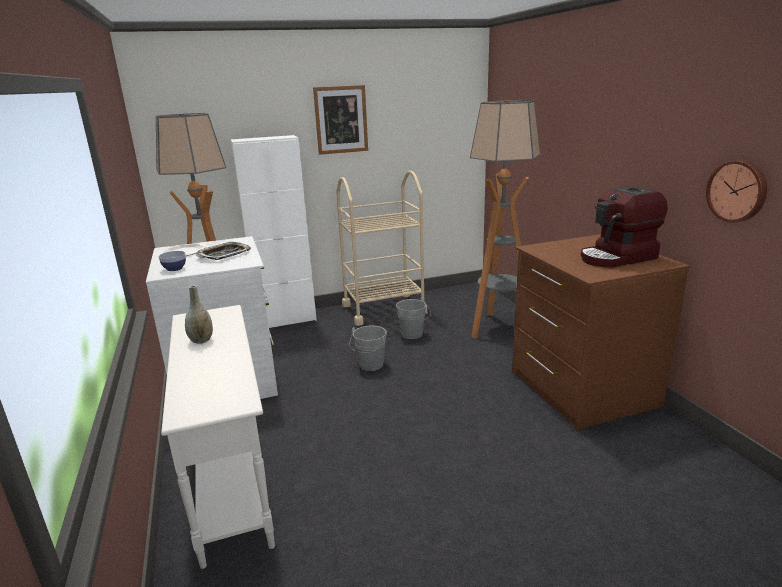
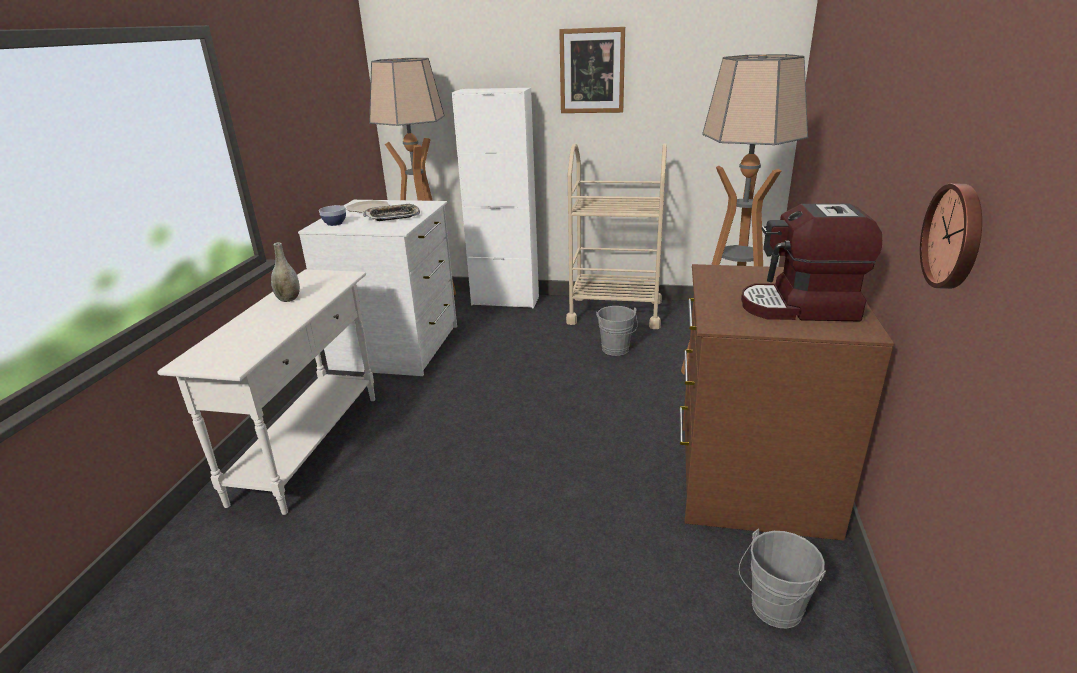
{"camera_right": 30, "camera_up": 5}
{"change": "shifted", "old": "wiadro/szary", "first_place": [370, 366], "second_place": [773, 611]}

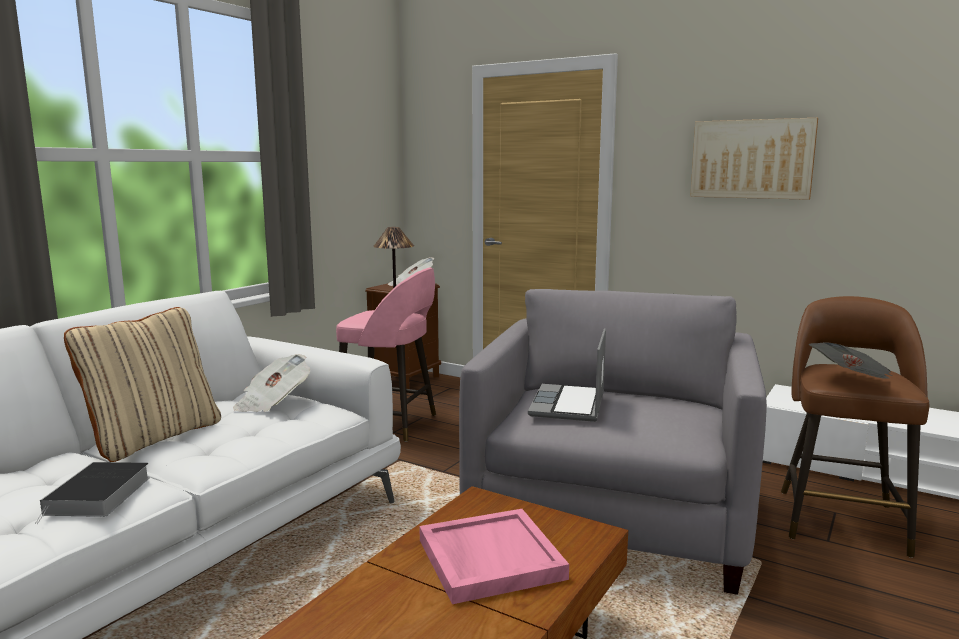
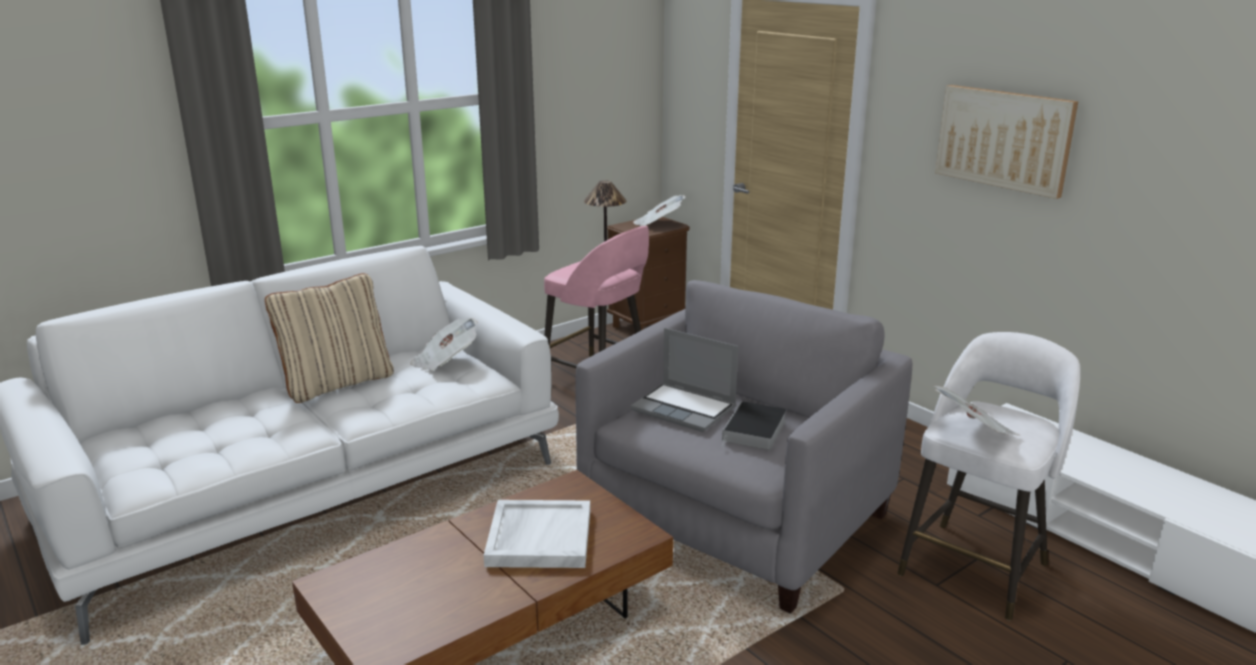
{"camera_right": 20, "camera_up": 10}
{"change": "repainted", "old": "stołek/brązowy", "new": "stołek/biały", "first_place": [841, 519], "second_place": [975, 567]}
{"change": "rotated", "old": "laptop", "first_place": [569, 405], "second_place": [685, 409], "degrees": -90}
{"change": "shifted", "old": "książka", "first_place": [98, 496], "second_place": [754, 431]}
{"change": "repainted", "old": "taca/różowy", "new": "taca/biały", "first_place": [489, 558], "second_place": [538, 537]}

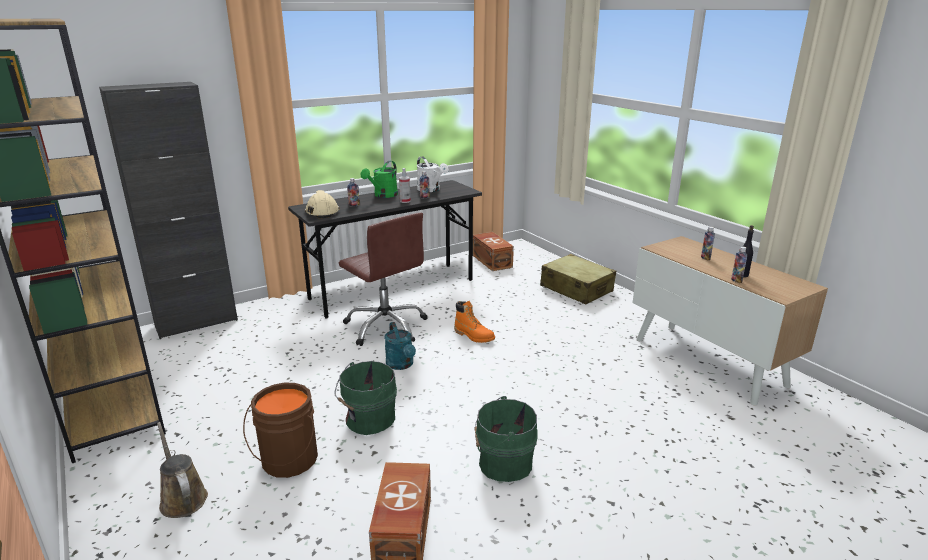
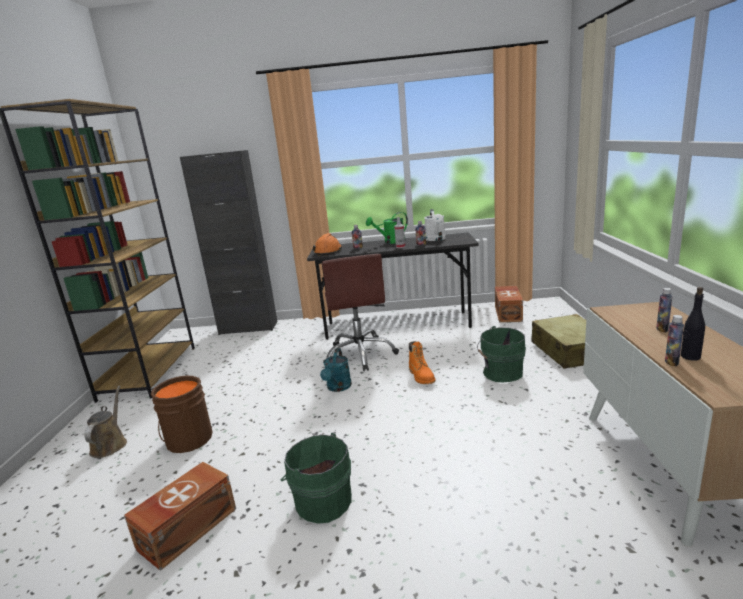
{"camera_right": 35, "camera_up": -5}
{"change": "repainted", "old": "kask/beżowy", "new": "kask/pomarańczowy", "first_place": [322, 212], "second_place": [328, 251]}
{"change": "shifted", "old": "wiadro/zielony", "first_place": [368, 420], "second_place": [500, 373]}

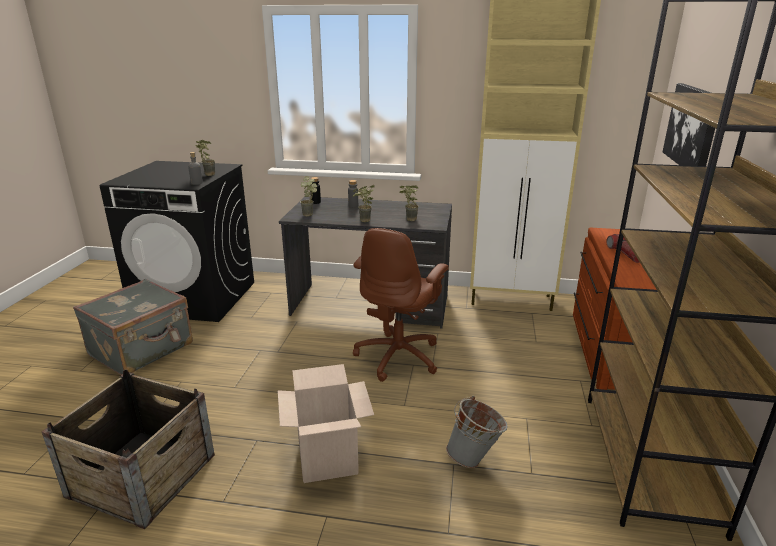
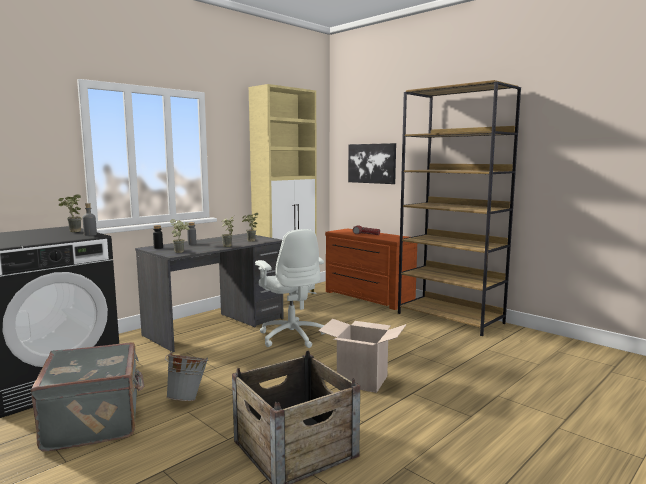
{"camera_right": -55, "camera_up": -15}
{"change": "repainted", "old": "krzesło biurowe/brązowy", "new": "krzesło biurowe/biały", "first_place": [399, 356], "second_place": [291, 336]}
{"change": "shifted", "old": "wiadro/szary", "first_place": [475, 458], "second_place": [188, 398]}

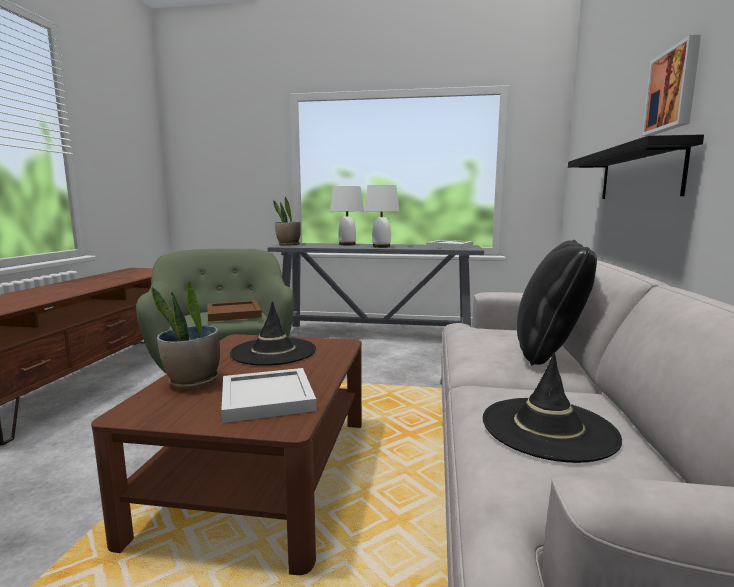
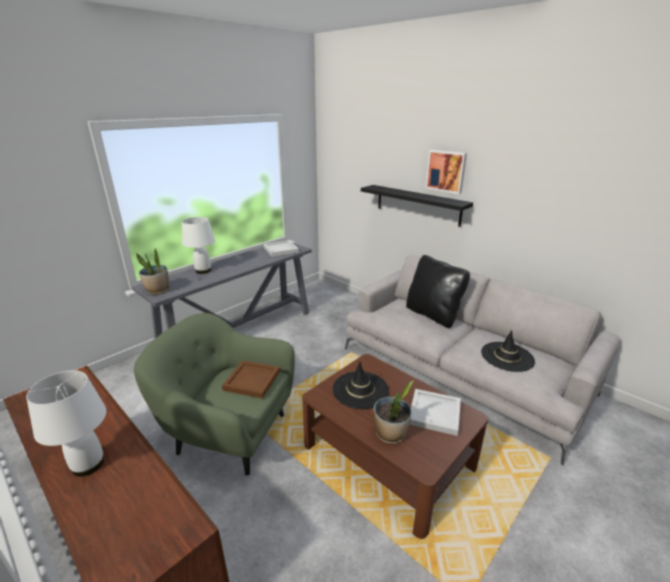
{"camera_right": -55, "camera_up": 15}
{"change": "shifted", "old": "lampa stołowa/biały", "first_place": [381, 246], "second_place": [88, 464]}

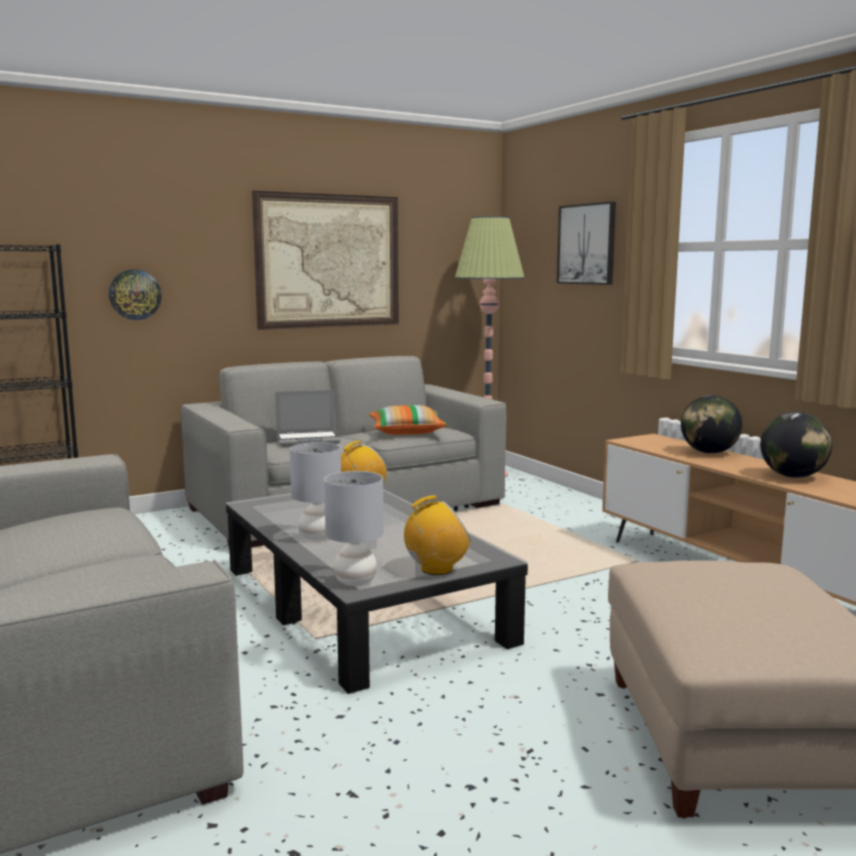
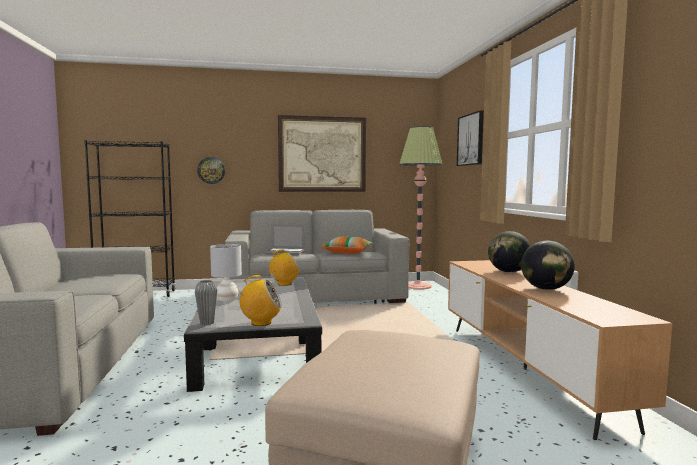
{"camera_right": 20, "camera_up": -5}
{"change": "swapped", "old": "lampa stołowa/szary", "new": "wazon/szary", "first_place": [355, 581], "second_place": [207, 323]}

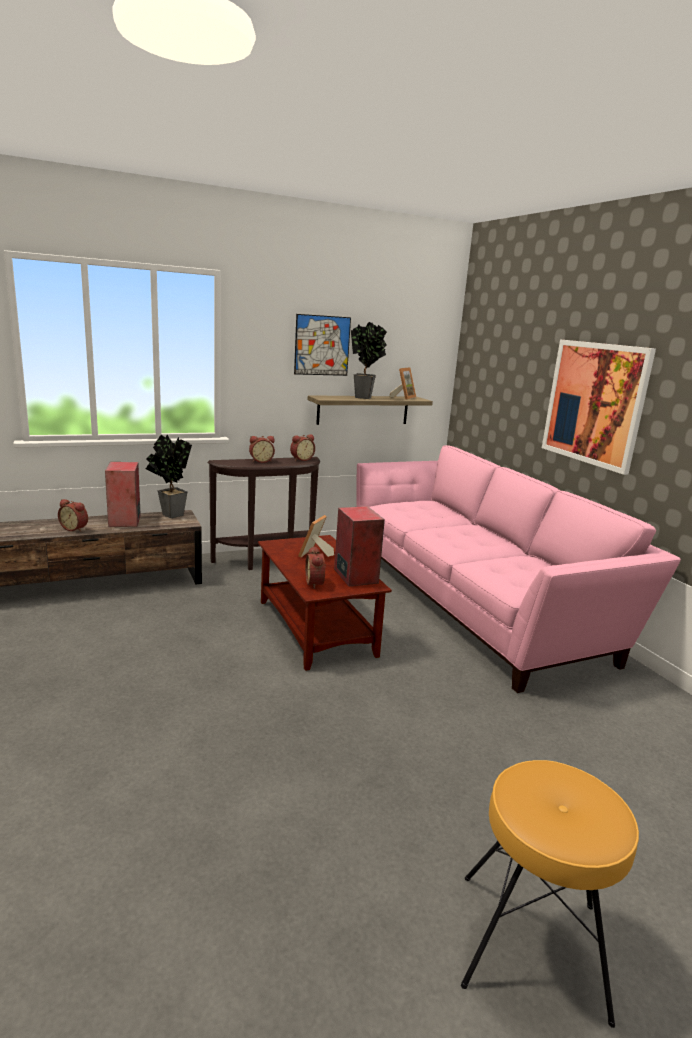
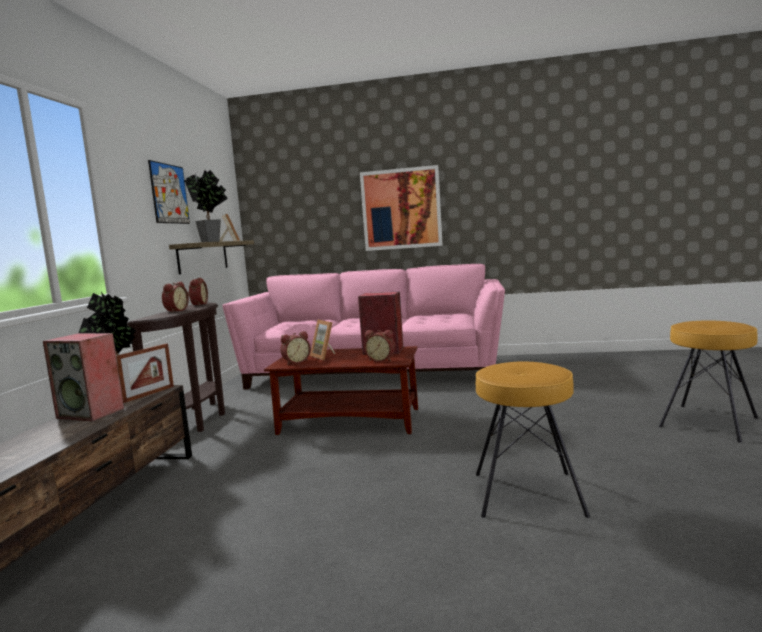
{"camera_right": -55, "camera_up": -10}
{"change": "shifted", "old": "budzik", "first_place": [75, 528], "second_place": [296, 362]}
{"change": "new", "new": "ramka na zdjęcie", "second_place": [149, 394]}
{"change": "new", "new": "stołek/brązowy", "second_place": [527, 493]}

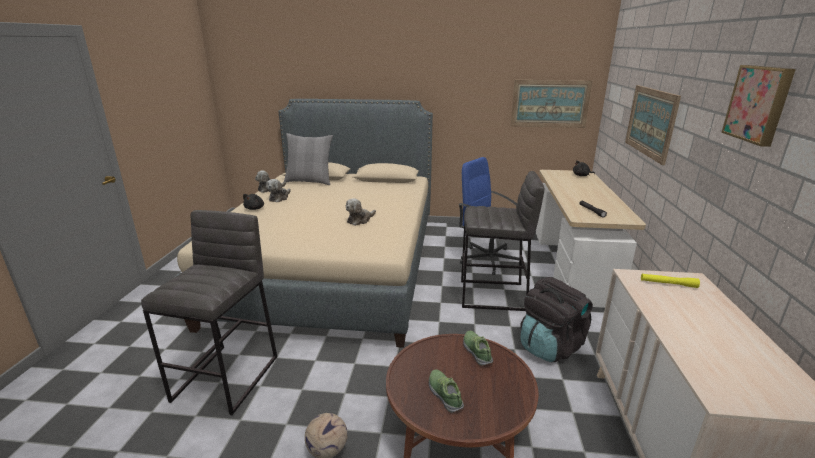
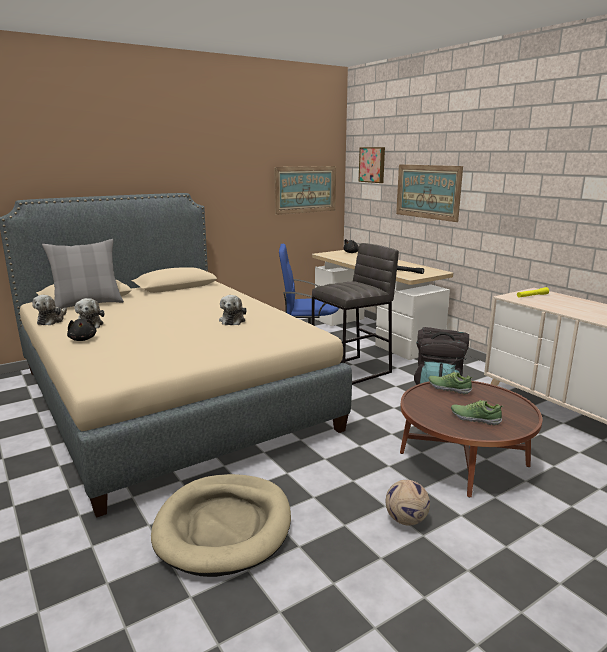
{"camera_right": -40, "camera_up": -5}
{"change": "shifted", "old": "obraz", "first_place": [759, 104], "second_place": [372, 164]}
{"change": "swapped", "old": "stołek/szary", "new": "legowisko/beżowy", "first_place": [228, 377], "second_place": [224, 527]}

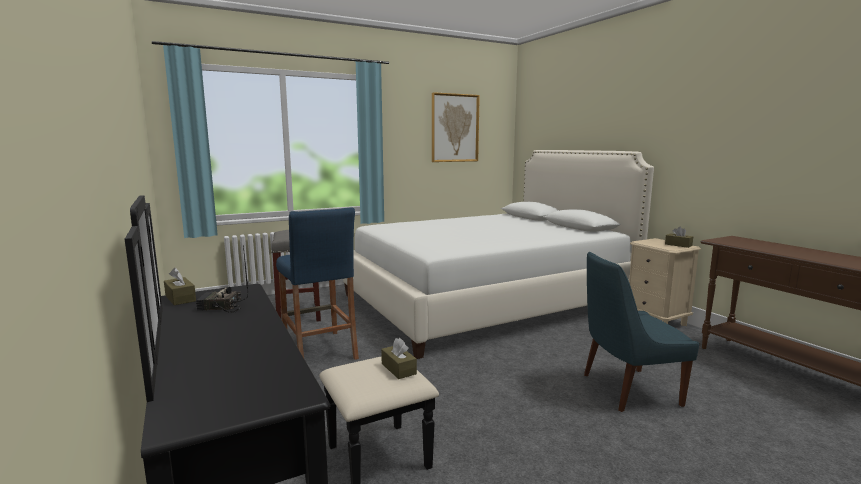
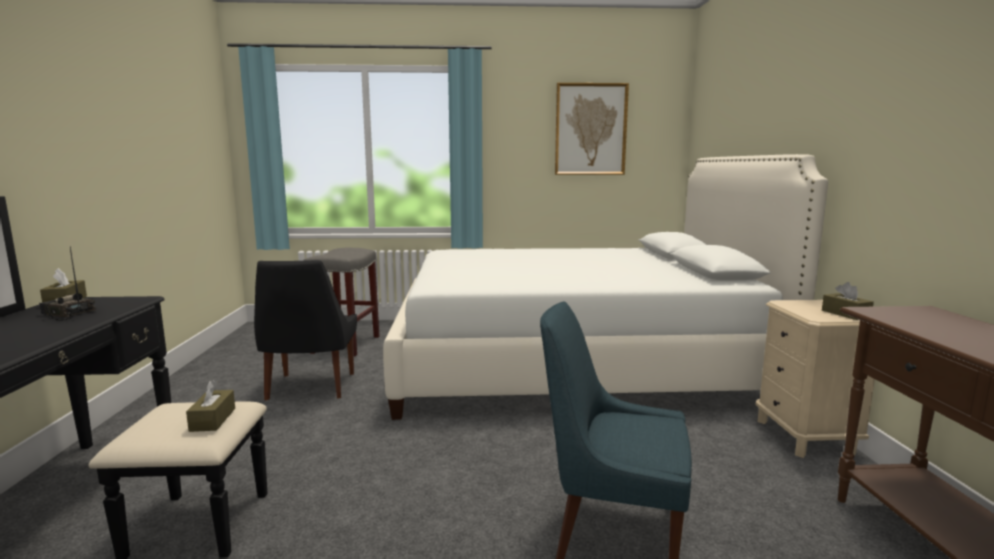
{"camera_right": 25, "camera_up": 0}
{"change": "swapped", "old": "stołek/niebieski", "new": "krzesło/czarny", "first_place": [319, 350], "second_place": [310, 388]}

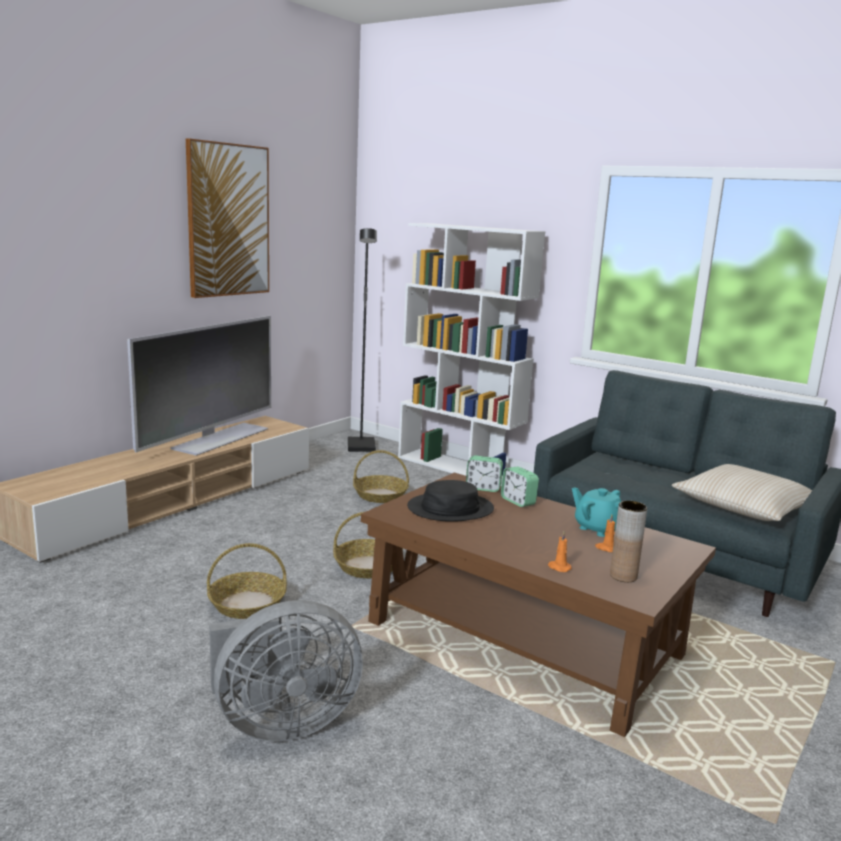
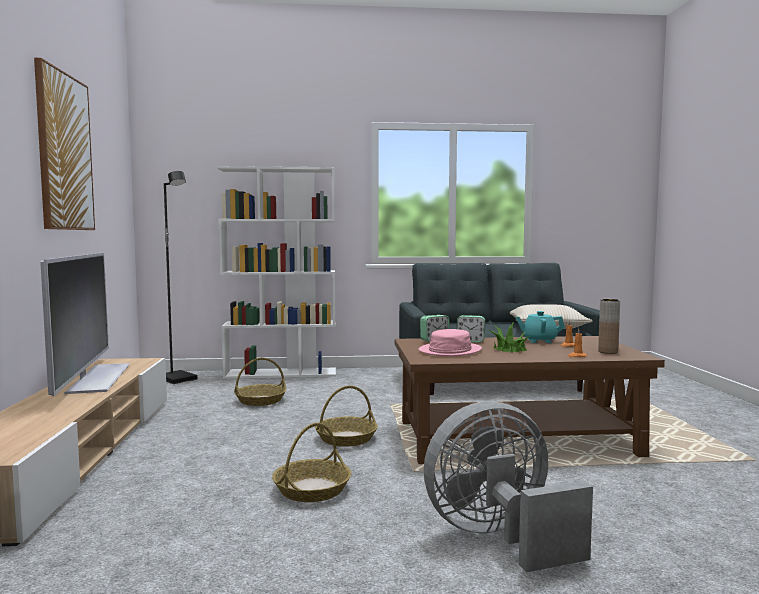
{"camera_right": -40, "camera_up": -10}
{"change": "repainted", "old": "kapelusz/czarny", "new": "kapelusz/różowy", "first_place": [450, 509], "second_place": [450, 351]}
{"change": "rotated", "old": "wentylator/szary", "first_place": [280, 723], "second_place": [498, 537], "degrees": -135}
{"change": "new", "new": "roślina doniczkowa", "second_place": [509, 349]}

